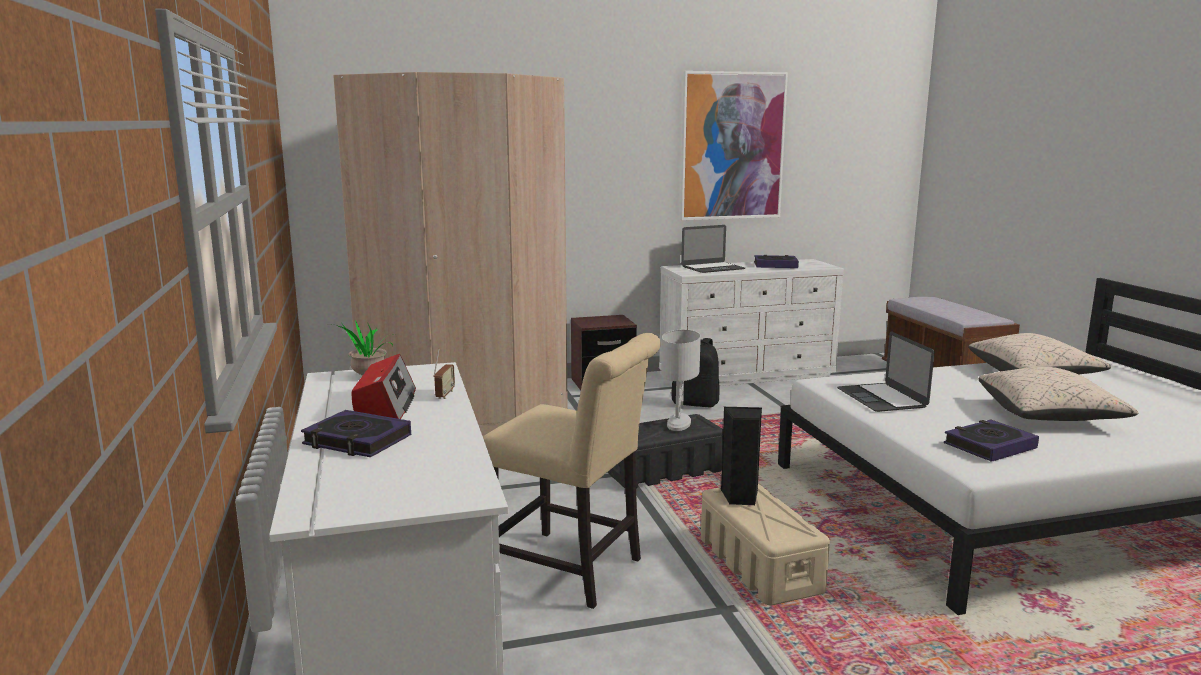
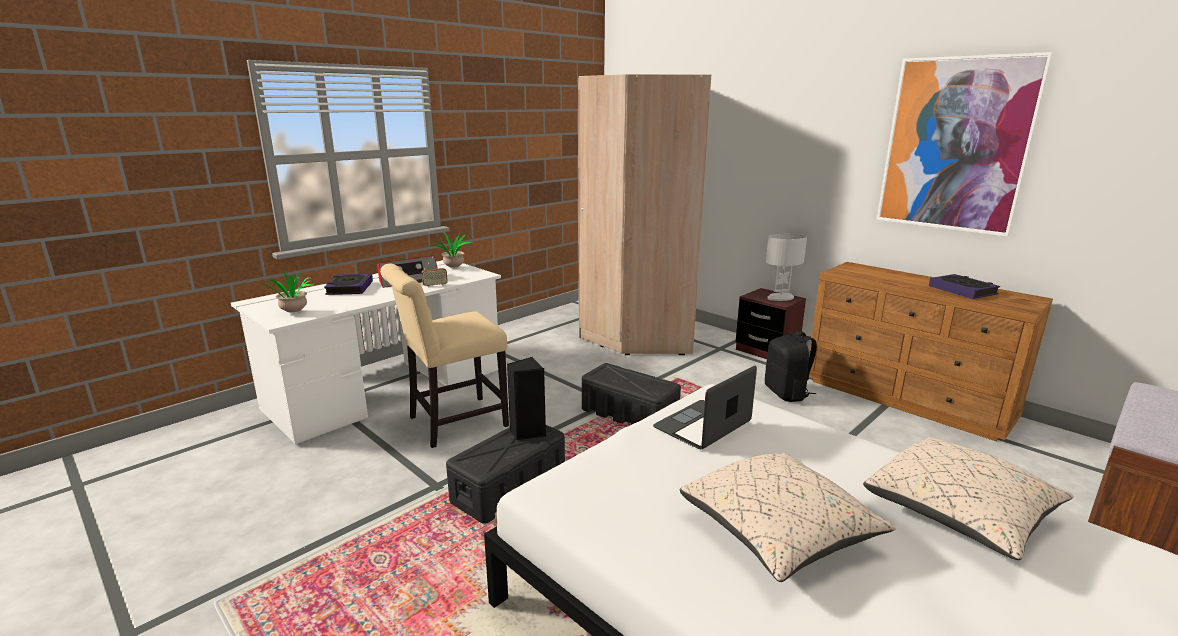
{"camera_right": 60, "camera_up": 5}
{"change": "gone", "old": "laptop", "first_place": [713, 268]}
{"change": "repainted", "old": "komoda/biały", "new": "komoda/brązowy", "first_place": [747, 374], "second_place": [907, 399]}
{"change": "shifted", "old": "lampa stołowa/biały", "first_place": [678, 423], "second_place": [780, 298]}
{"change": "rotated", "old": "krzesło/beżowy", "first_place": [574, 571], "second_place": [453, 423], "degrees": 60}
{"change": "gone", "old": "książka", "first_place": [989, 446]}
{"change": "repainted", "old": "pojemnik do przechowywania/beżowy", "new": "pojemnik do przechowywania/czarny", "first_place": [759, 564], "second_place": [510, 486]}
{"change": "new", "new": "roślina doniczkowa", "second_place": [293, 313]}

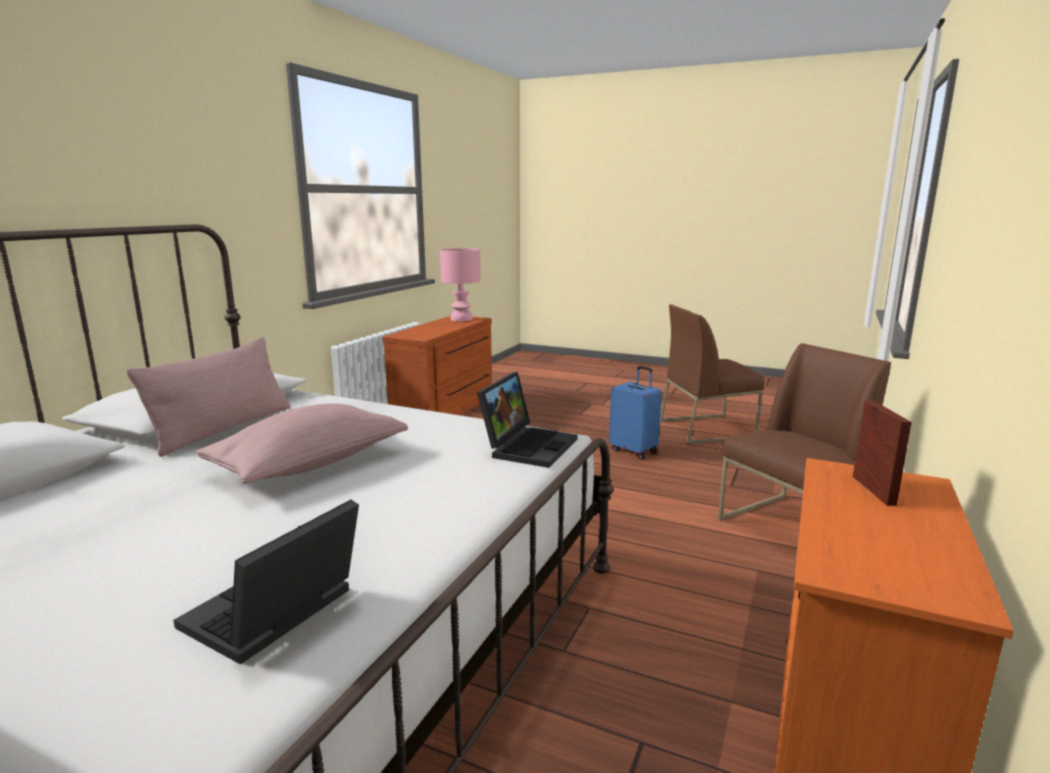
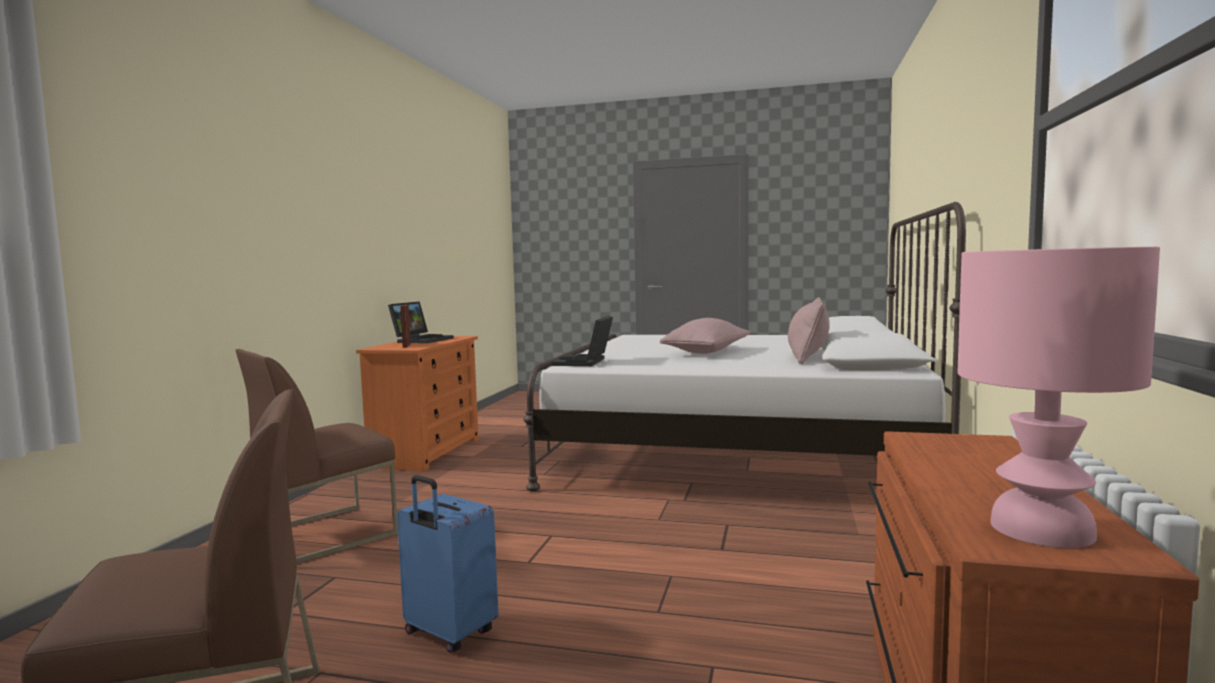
{"camera_right": 170, "camera_up": -10}
{"change": "shifted", "old": "laptop", "first_place": [273, 615], "second_place": [422, 340]}

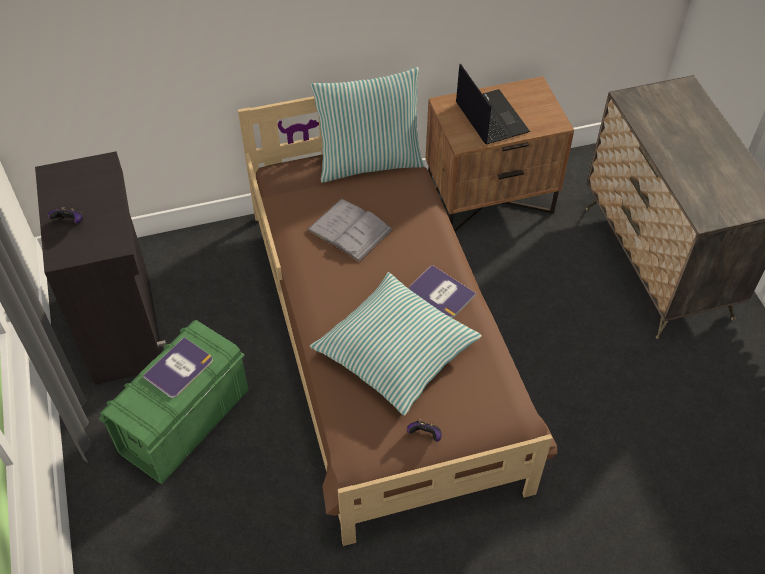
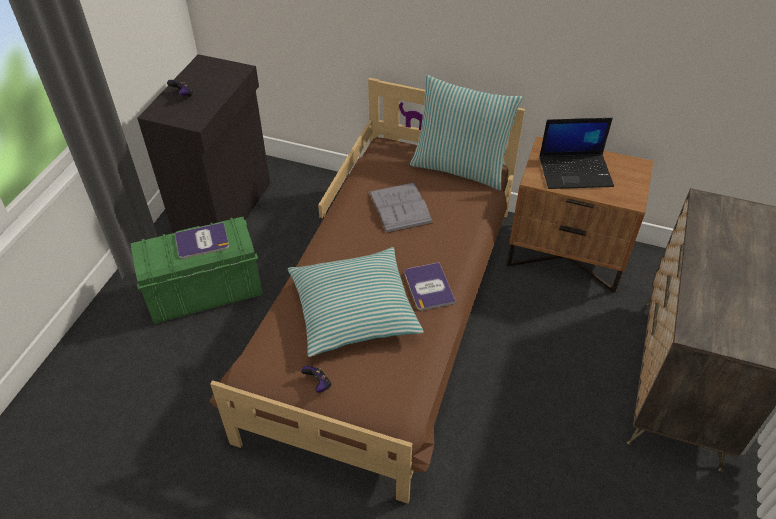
{"camera_right": 35, "camera_up": -5}
{"change": "rotated", "old": "laptop", "first_place": [490, 117], "second_place": [576, 171], "degrees": 75}

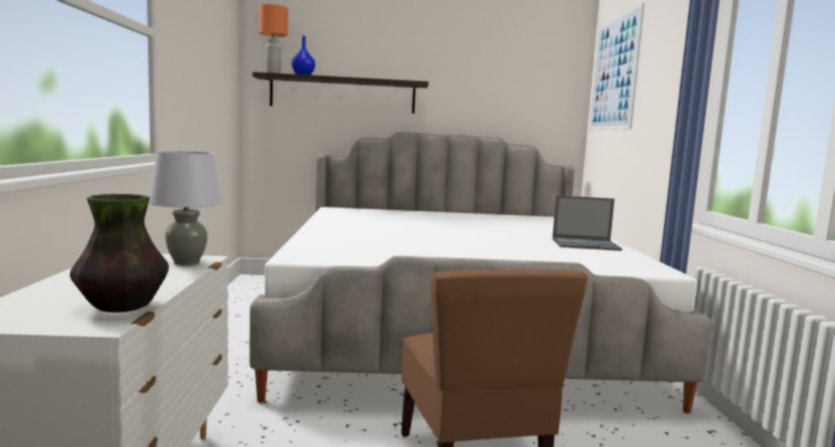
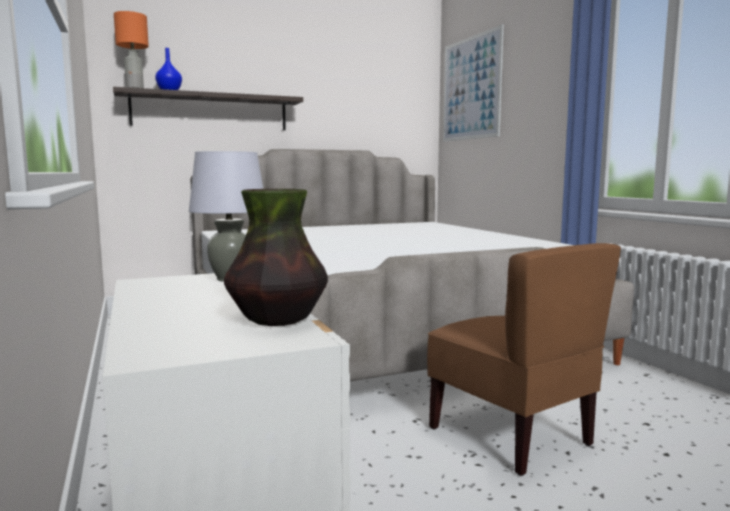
{"camera_right": -20, "camera_up": 0}
{"change": "gone", "old": "laptop", "first_place": [586, 244]}

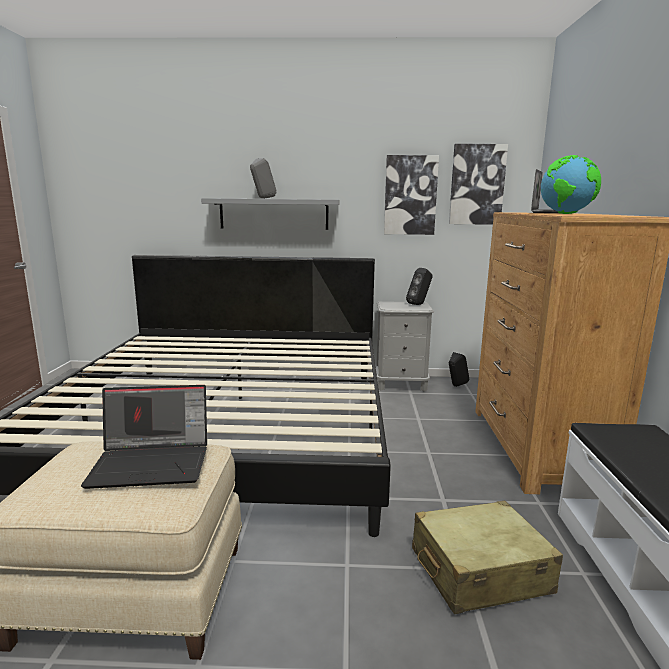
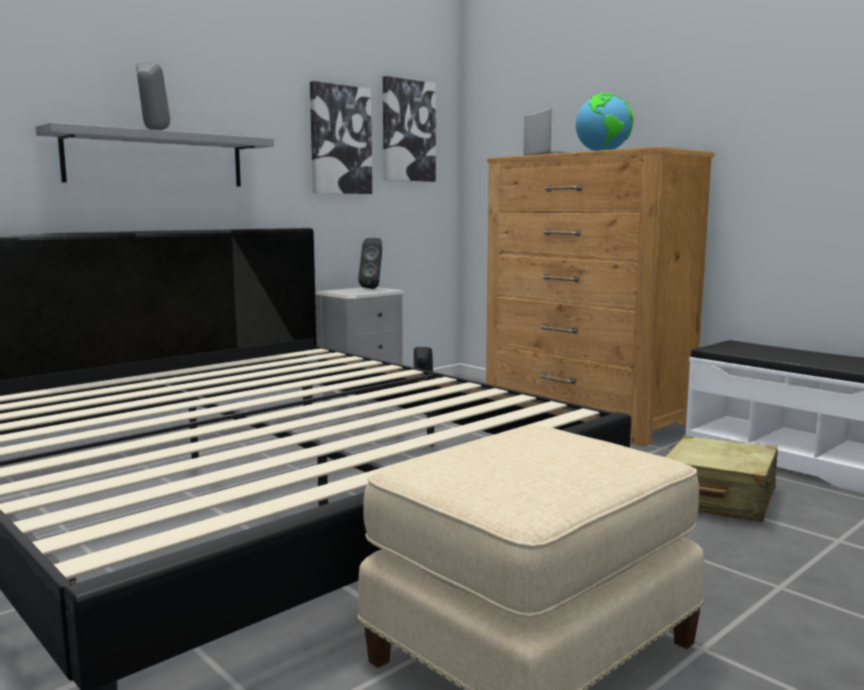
{"camera_right": -45, "camera_up": -5}
{"change": "gone", "old": "laptop", "first_place": [153, 463]}

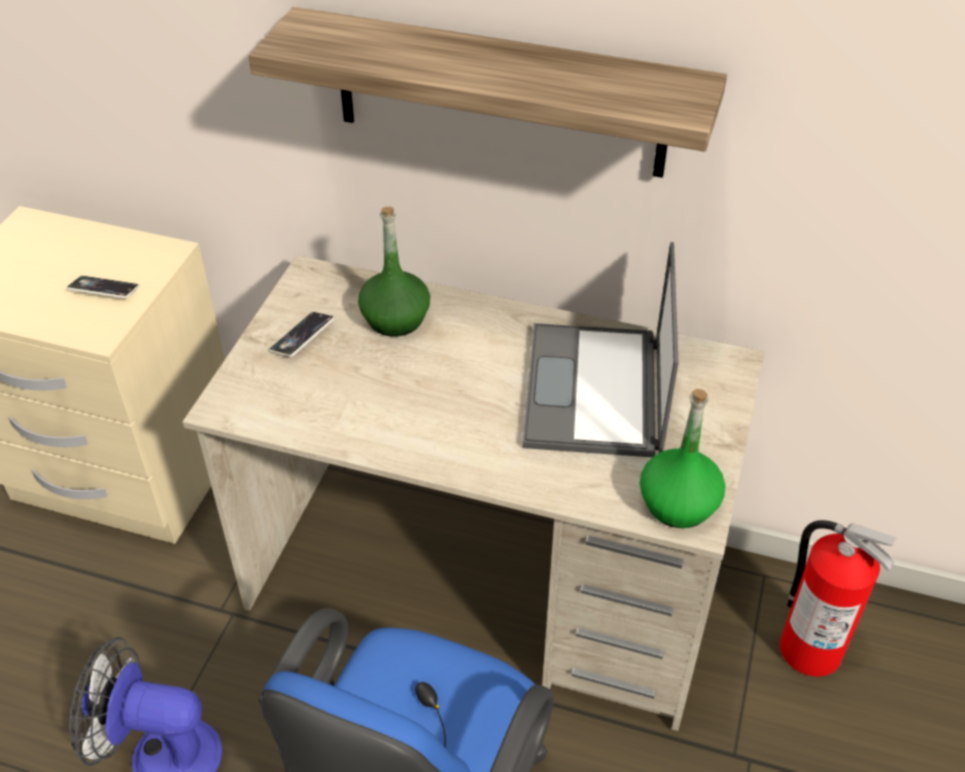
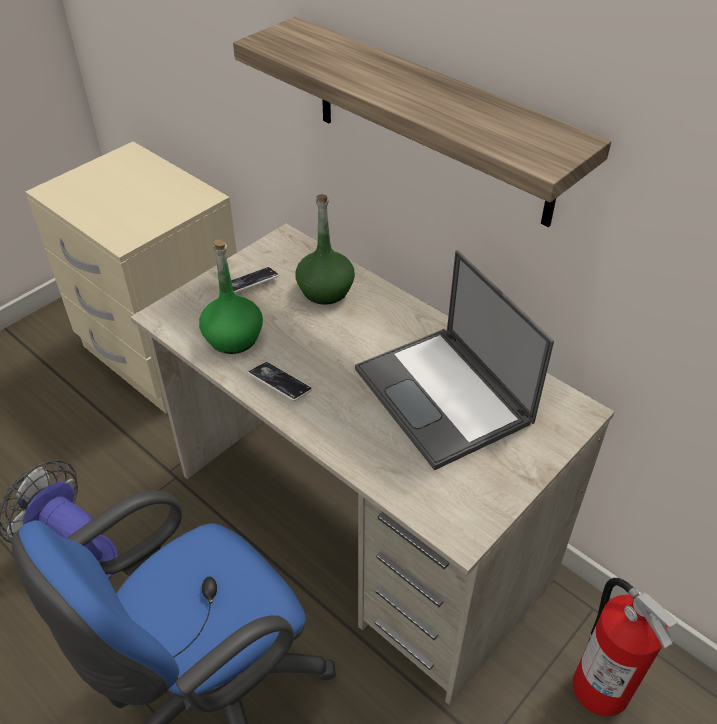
{"camera_right": 25, "camera_up": 0}
{"change": "rotated", "old": "laptop", "first_place": [595, 392], "second_place": [444, 396], "degrees": -60}
{"change": "shifted", "old": "telefon", "first_place": [104, 290], "second_place": [280, 384]}
{"change": "shifted", "old": "butelka/zielony", "first_place": [678, 504], "second_place": [233, 338]}

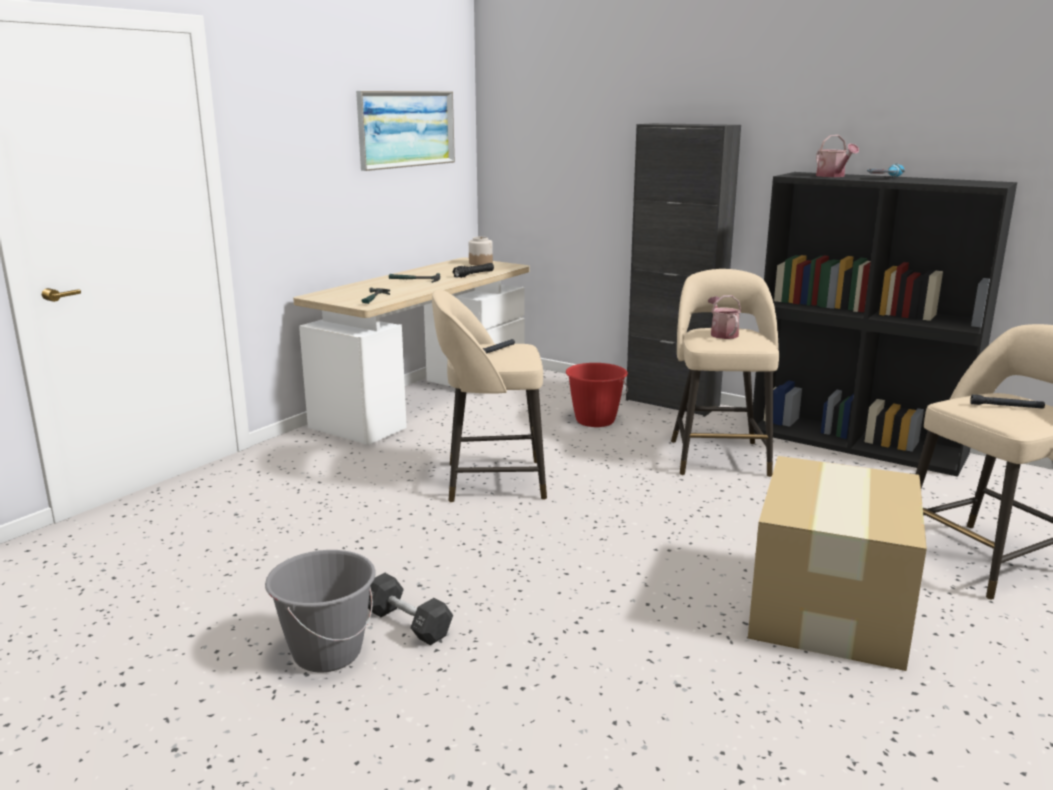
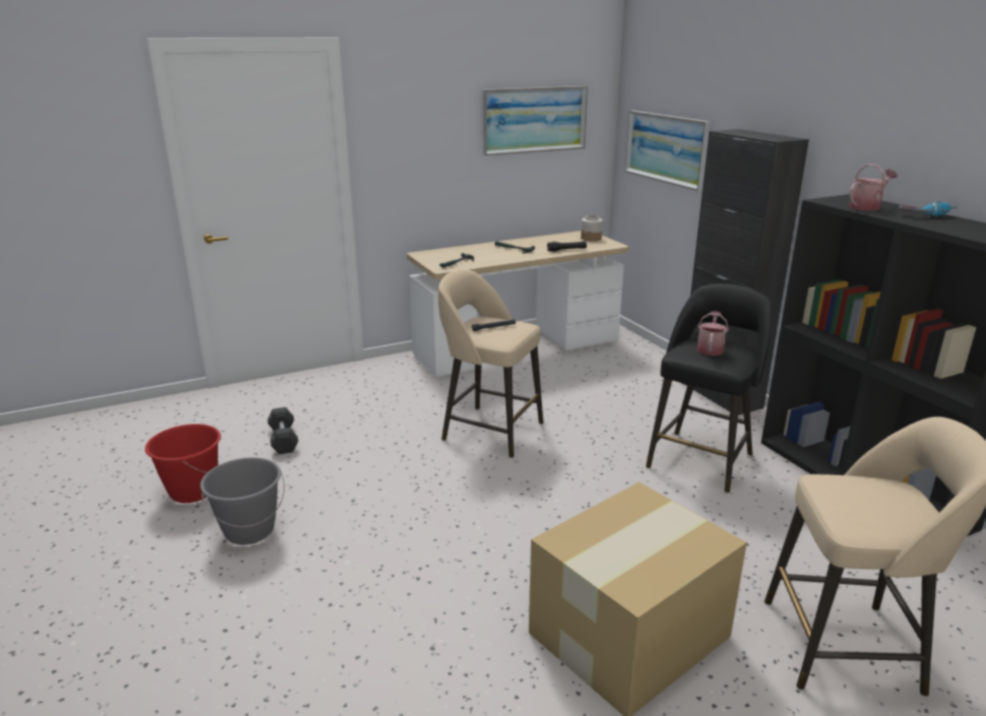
{"camera_right": 30, "camera_up": 5}
{"change": "rotated", "old": "konewka", "first_place": [832, 176], "second_place": [867, 206], "degrees": -135}
{"change": "repainted", "old": "stołek/beżowy", "new": "stołek/czarny", "first_place": [718, 456], "second_place": [701, 459]}
{"change": "shifted", "old": "wiadro/czerwony", "first_place": [595, 420], "second_place": [192, 491]}
{"change": "gone", "old": "latarka/czarny", "first_place": [1006, 407]}
{"change": "shifted", "old": "hantel/czarny", "first_place": [407, 623], "second_place": [283, 439]}
{"change": "new", "new": "obraz", "second_place": [666, 148]}

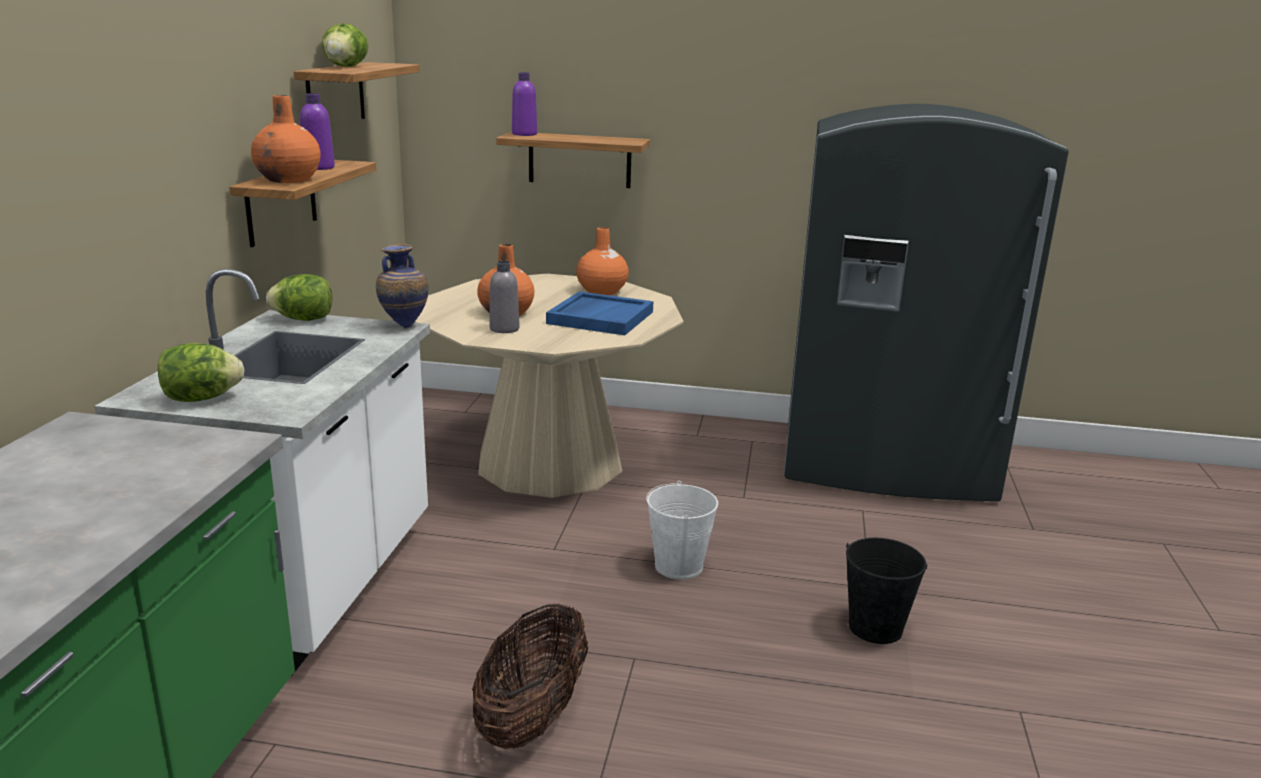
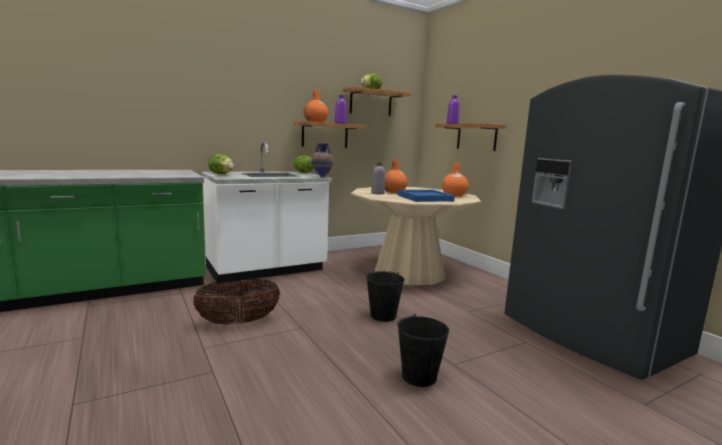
{"camera_right": 50, "camera_up": -10}
{"change": "repainted", "old": "wiadro/biały", "new": "wiadro/czarny", "first_place": [679, 566], "second_place": [383, 316]}

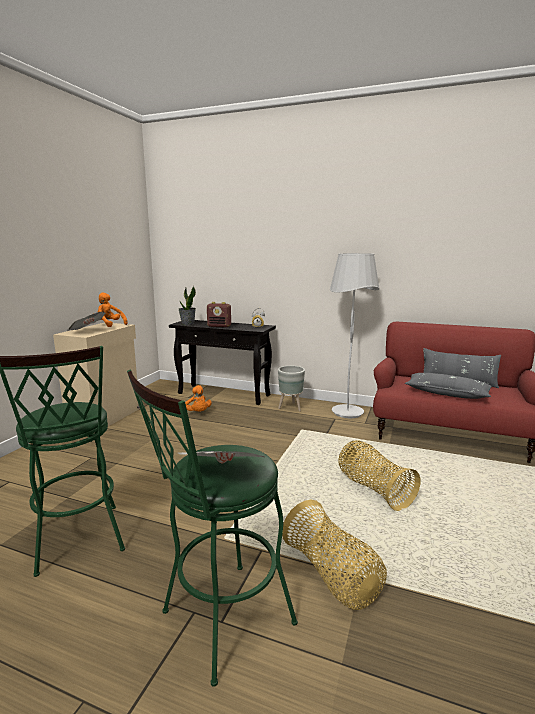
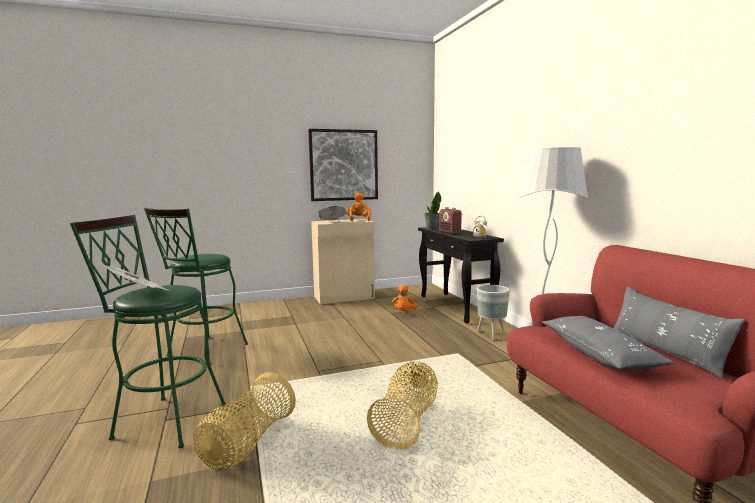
{"camera_right": 50, "camera_up": -5}
{"change": "new", "new": "obraz", "second_place": [343, 165]}

